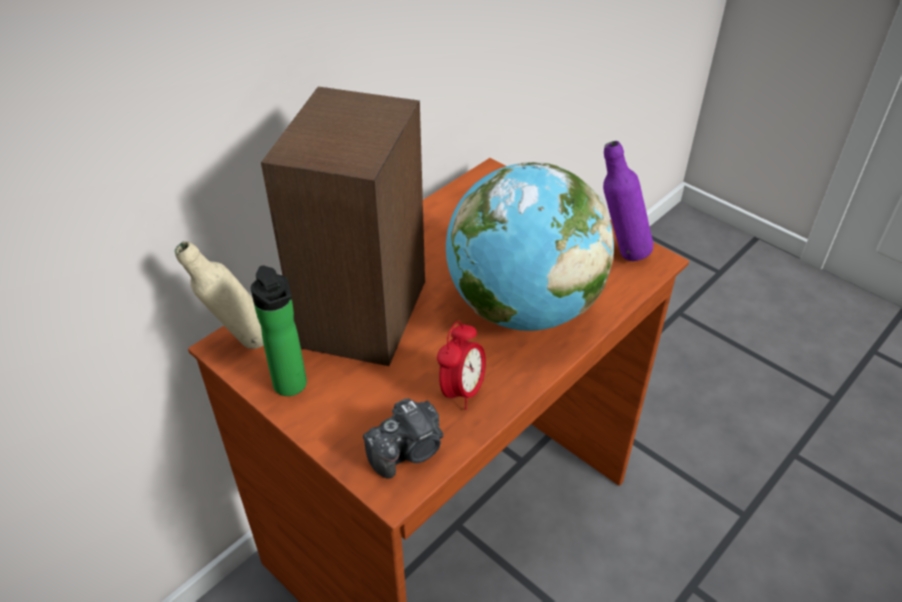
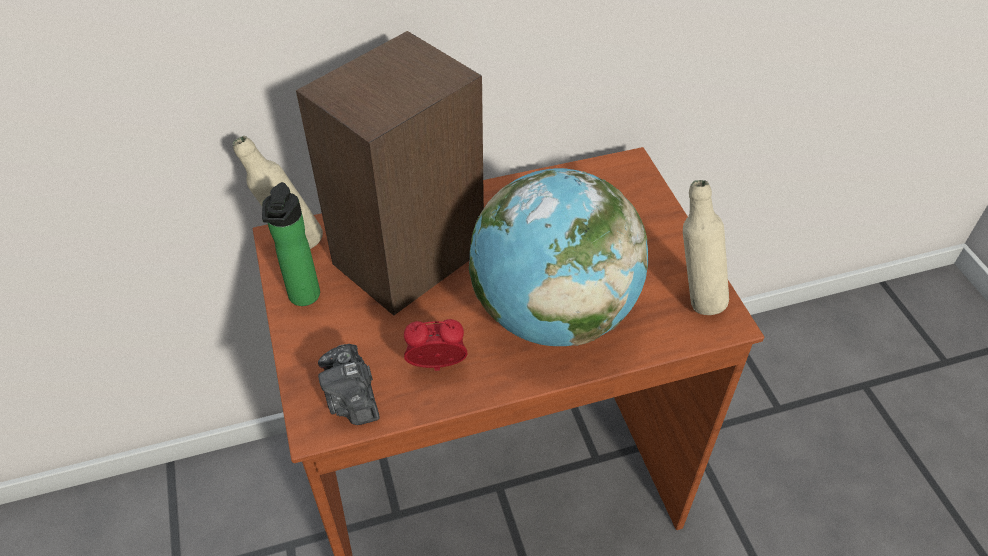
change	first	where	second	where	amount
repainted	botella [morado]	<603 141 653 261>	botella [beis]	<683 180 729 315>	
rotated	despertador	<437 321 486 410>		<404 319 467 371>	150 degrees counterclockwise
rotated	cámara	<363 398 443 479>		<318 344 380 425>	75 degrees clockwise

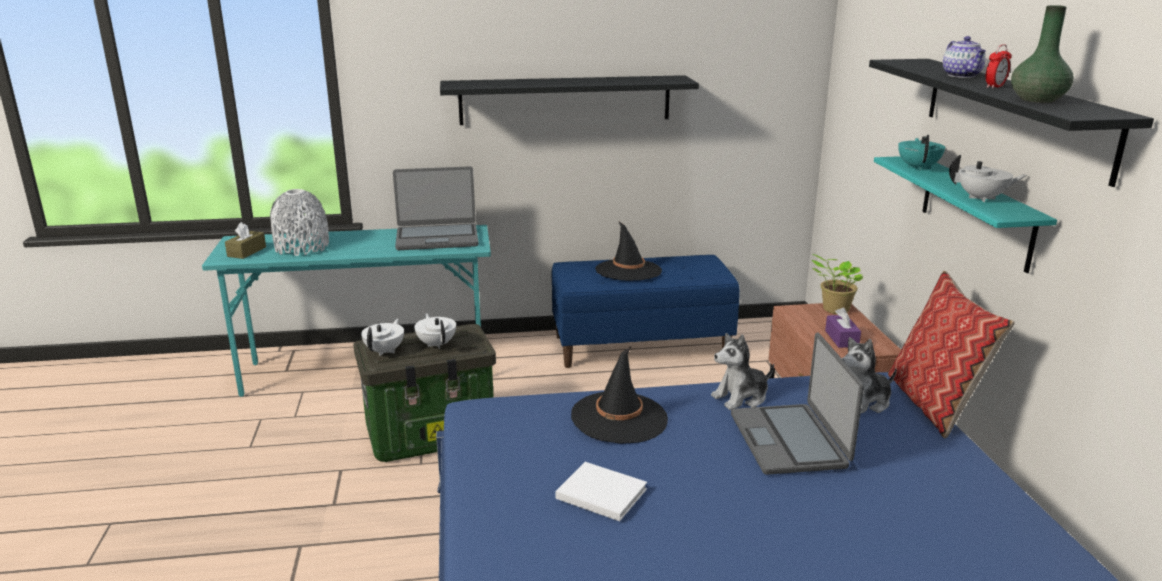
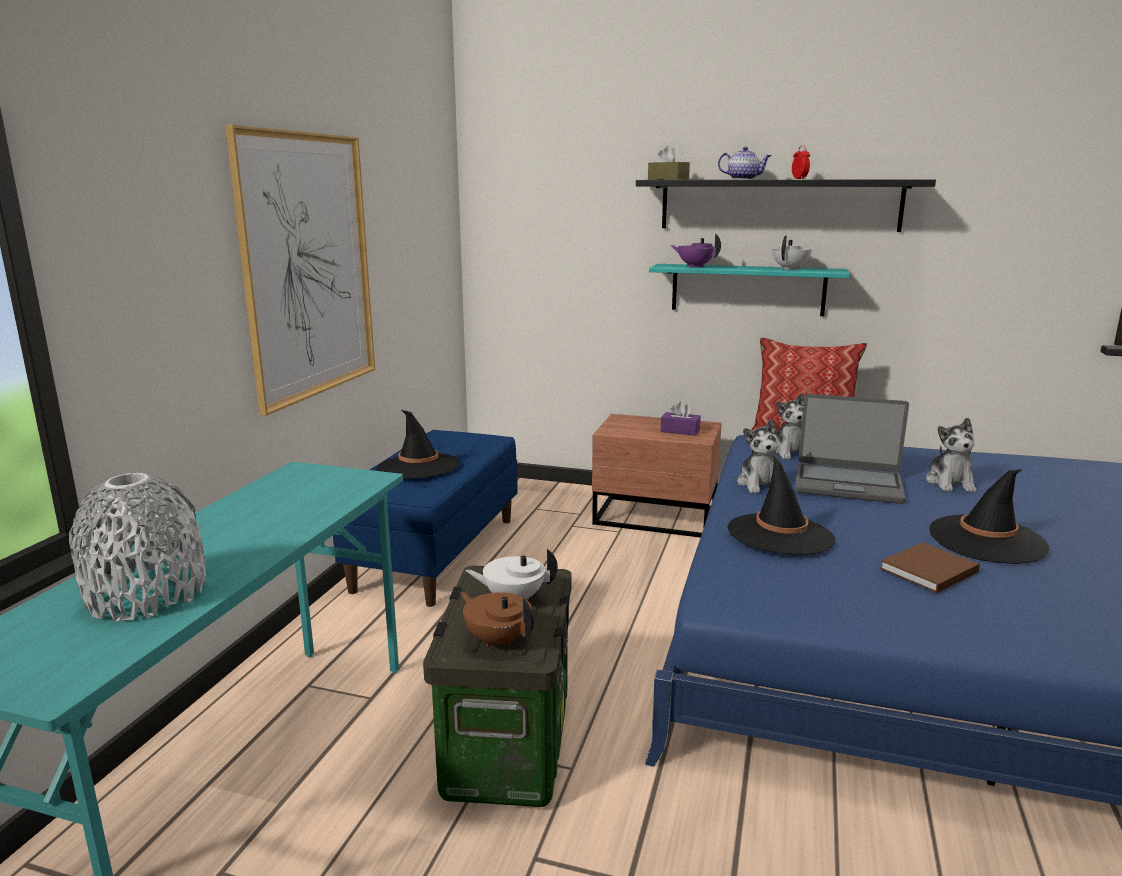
change	first	where	second	where	amount
gone	florero [verde]	<1011 5 1074 103>			
swapped	estante [negro]	<440 75 699 125>	cuadro	<225 125 375 416>	
repainted	tetera [turquesa]	<898 135 945 171>	tetera [morado]	<672 234 721 268>	
gone	portátil	<393 166 479 250>			
shifted	caja de pañuelos [marrón]	<225 222 266 259>		<648 146 690 180>	
gone	planta en maceta	<811 254 863 314>			
repainted	tetera [blanco]	<361 319 404 356>	tetera [marrón]	<460 592 534 648>	
repainted	libro [blanco]	<555 462 647 521>	libro [marrón]	<880 542 980 593>	
new			peluche	<926 418 977 492>	
new			sombrero [negro]	<930 470 1049 564>	

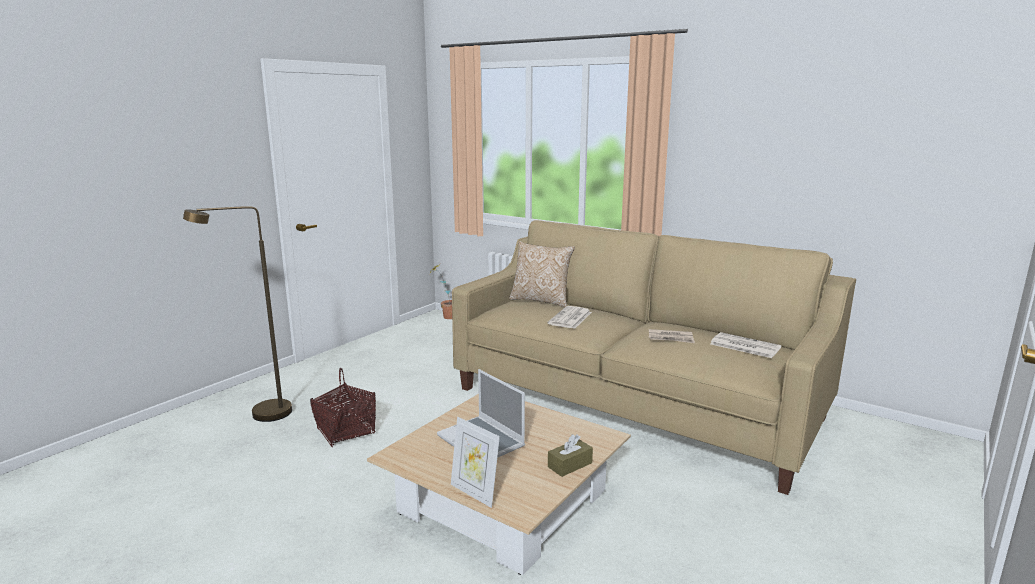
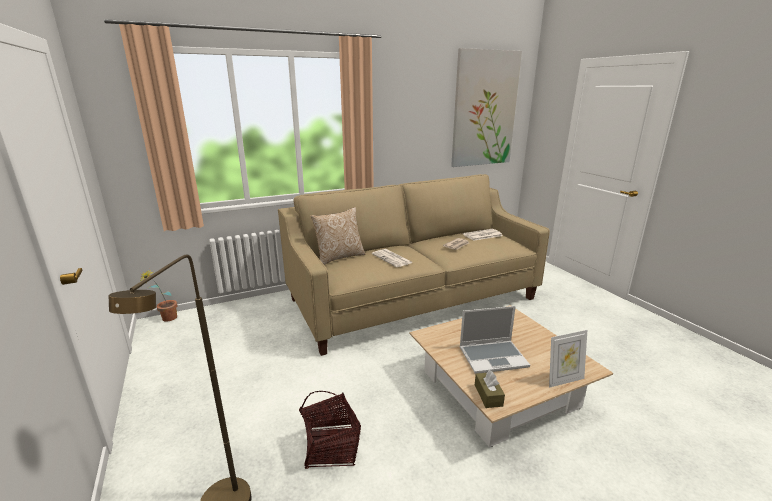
change	first	where	second	where	amount
shifted	caja de pañuelos [marrón]	<548 434 593 477>		<475 370 505 408>	
new			cuadro	<451 48 522 167>	

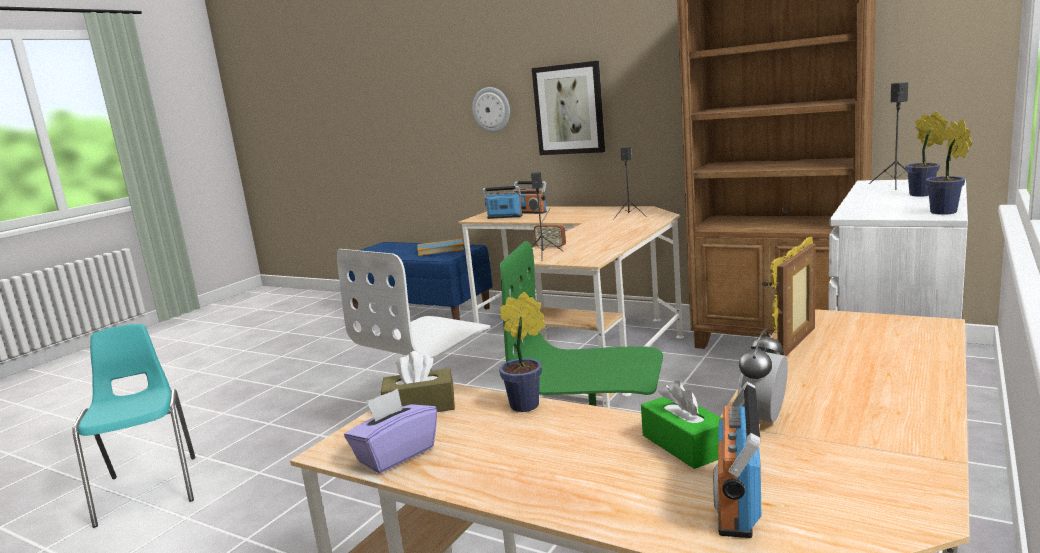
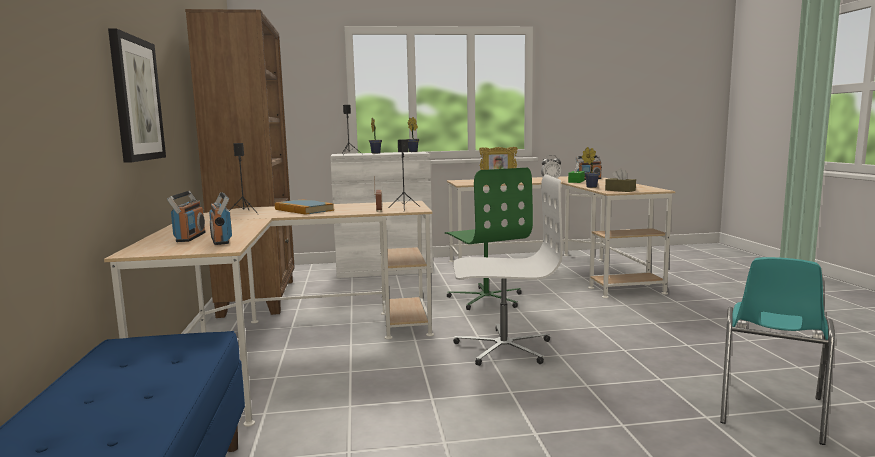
change	first	where	second	where	amount
gone	reloj de pared	<472 87 510 132>			
shifted	libro	<417 239 464 256>		<275 200 334 215>	
gone	caja de pañuelos [morado]	<344 388 437 473>			

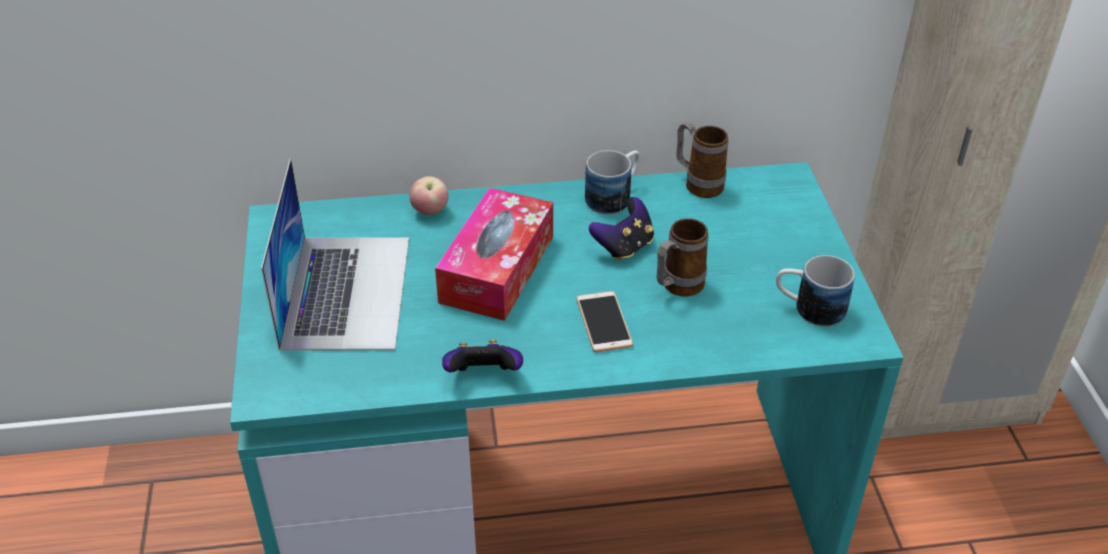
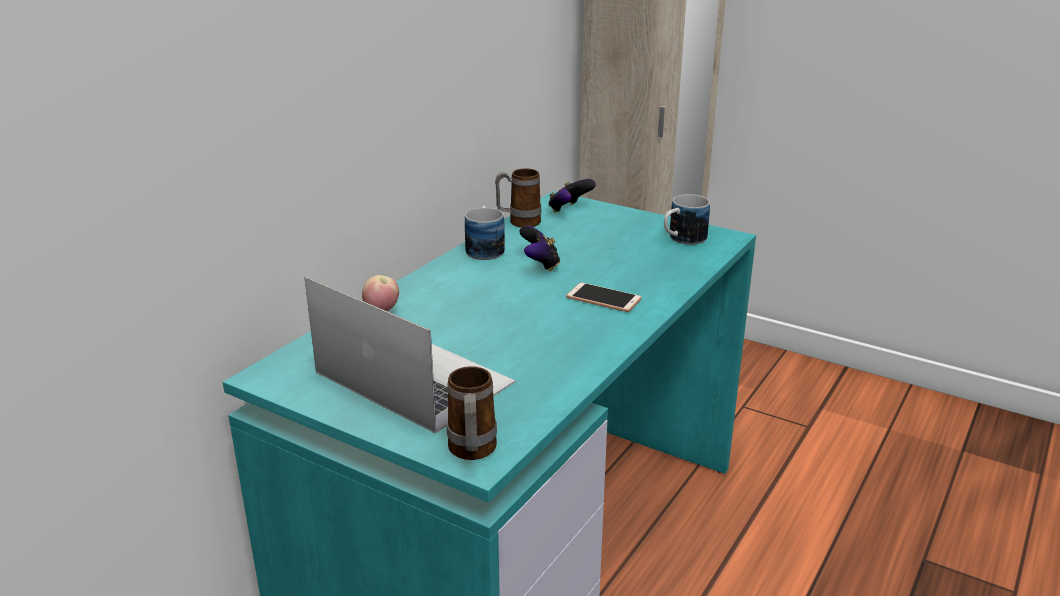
change	first	where	second	where	amount
gone	caja de pañuelos	<435 187 553 321>			
shifted	taza grande	<657 218 708 297>		<447 366 497 460>	
shifted	mando de consola	<442 340 523 372>		<548 179 596 213>	

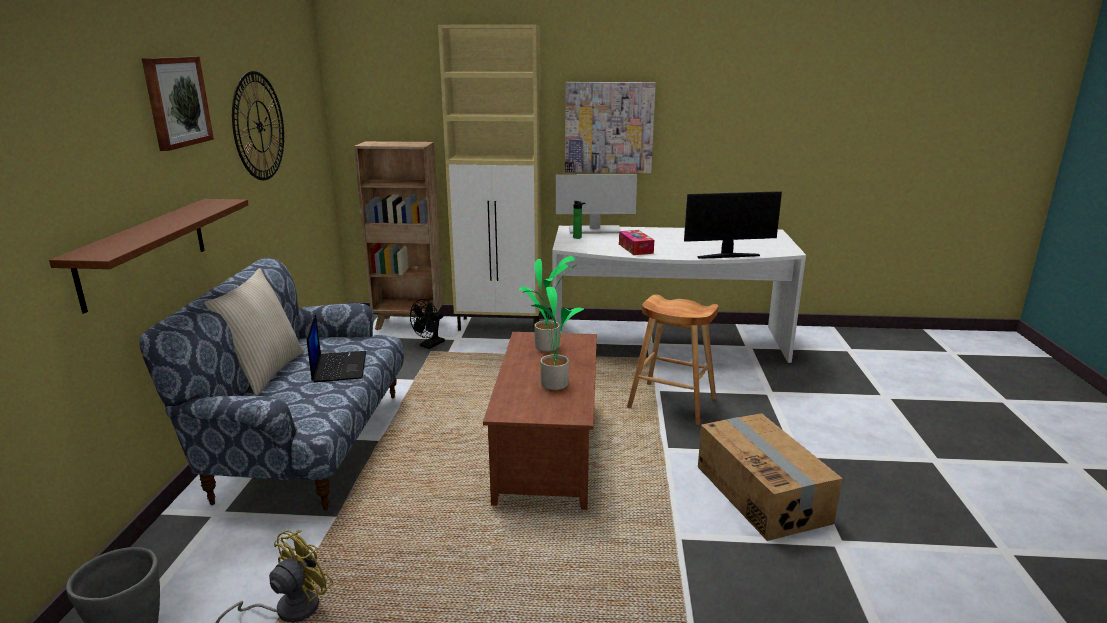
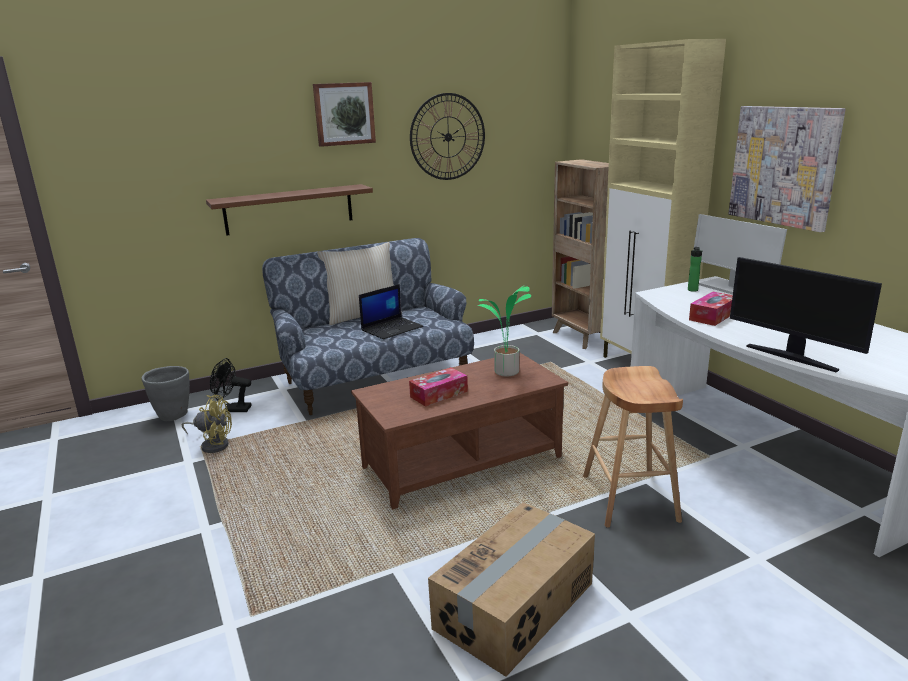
change	first	where	second	where	amount
swapped	planta en maceta	<521 286 584 390>	caja de pañuelos	<409 367 468 407>	
shifted	ventilador [negro]	<410 299 445 349>		<210 358 251 412>	

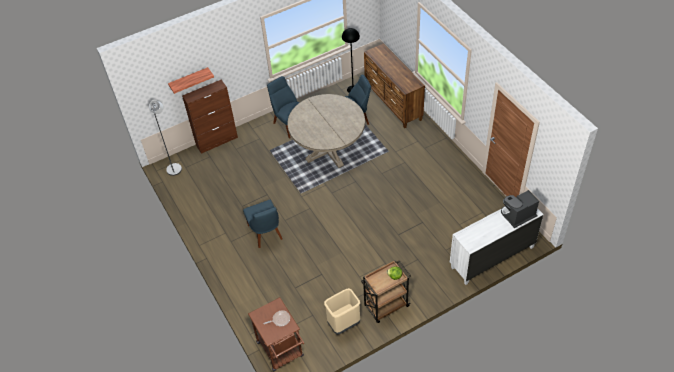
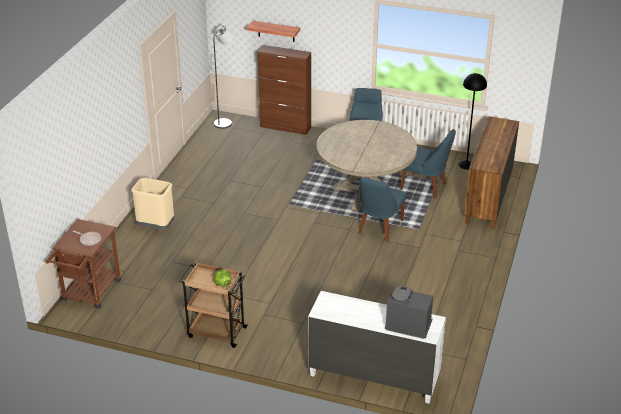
change	first	where	second	where	amount
shifted	silla [azul]	<243 200 282 248>		<358 177 406 242>	
shifted	papelera [beis]	<324 288 360 334>		<132 178 174 230>	

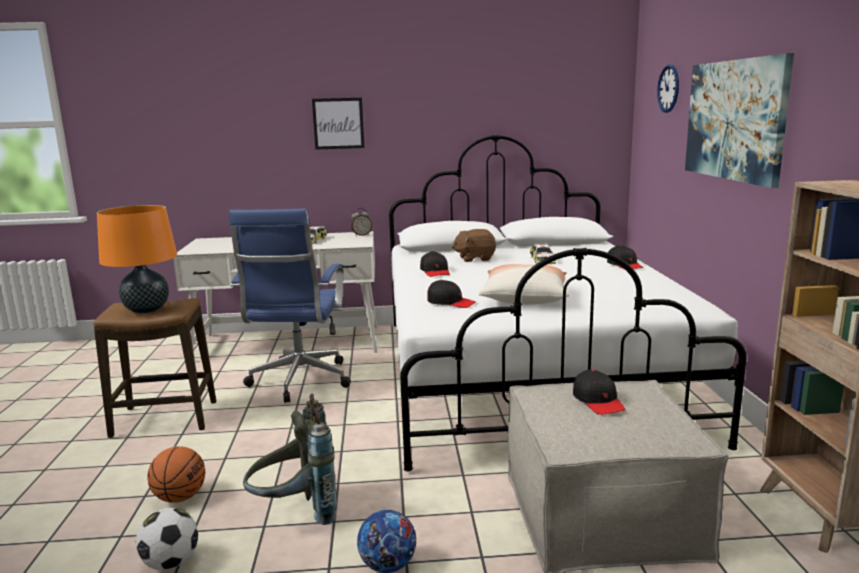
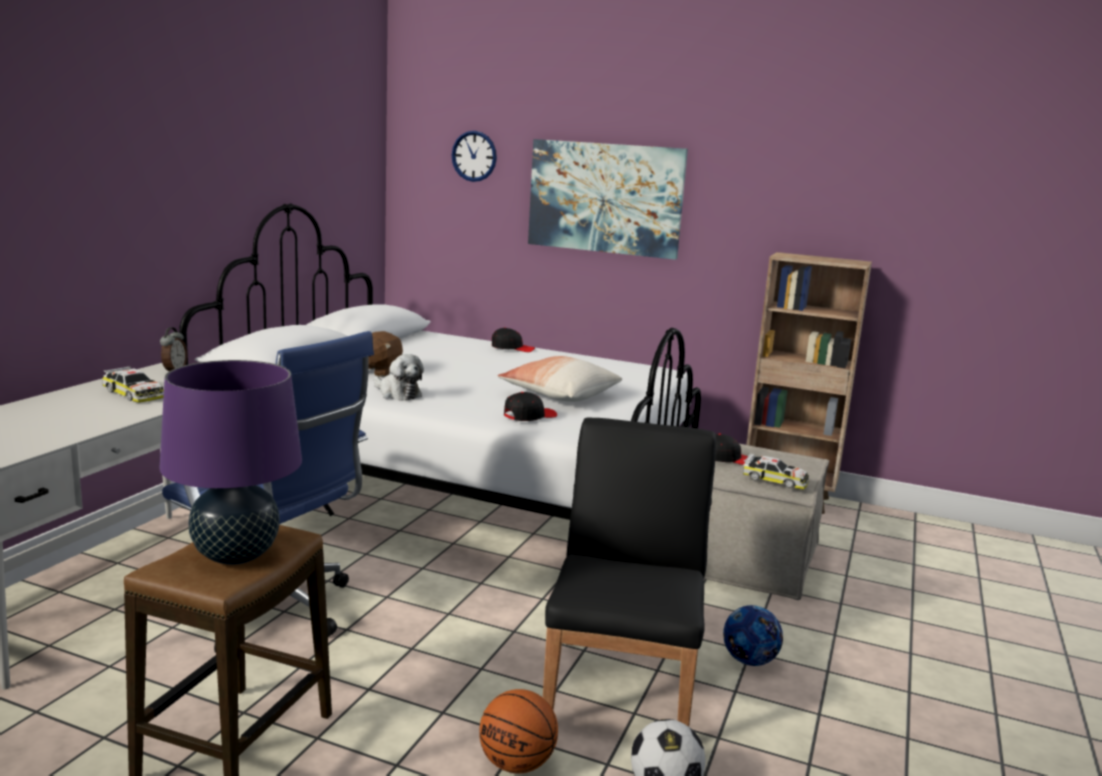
change	first	where	second	where	amount
gone	cuadro	<312 98 364 150>			
repainted	lámpara de mesa [naranja]	<97 205 177 314>	lámpara de mesa [morado]	<159 360 302 565>	
shifted	coche de juguete	<530 244 556 264>		<743 453 809 490>	
swapped	gorra [negro]	<420 251 450 277>	peluche	<374 354 424 401>	
swapped	mochila [gris]	<243 394 337 525>	silla [negro]	<543 418 716 726>	

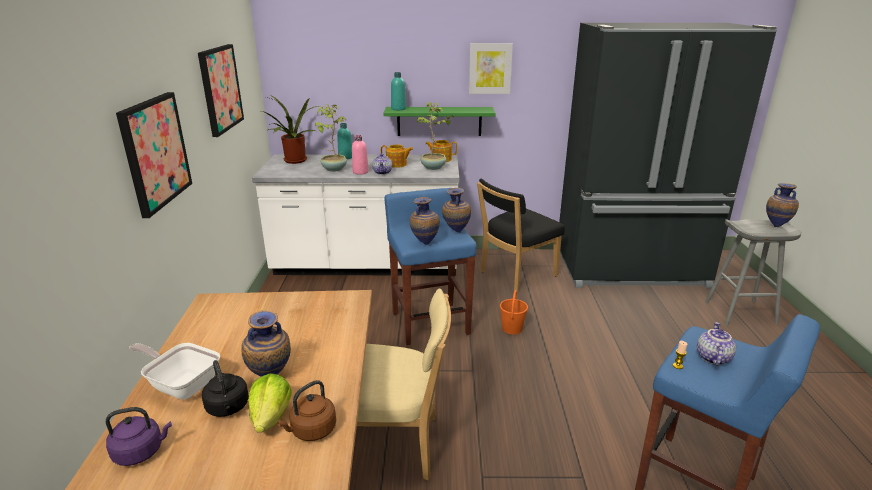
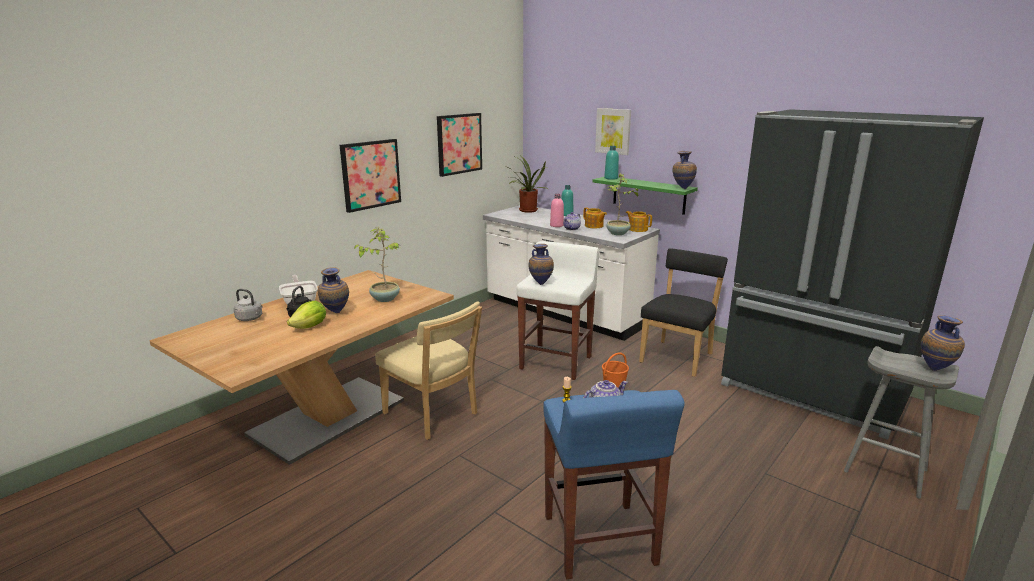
change	first	where	second	where	amount
shifted	cuadro	<469 44 513 94>		<595 108 631 155>	
shifted	planta en maceta	<315 104 347 172>		<354 227 400 302>	
rotated	silla [negro]	<477 178 565 292>		<639 248 728 377>	120 degrees clockwise
repainted	taburete [azul]	<384 188 476 345>	taburete [blanco]	<516 241 600 380>	
shifted	florero	<442 188 471 233>		<672 151 697 189>	
gone	hervidor [marrón]	<277 380 336 441>			
repainted	hervidor [morado]	<105 407 172 466>	hervidor [gris]	<234 289 262 321>	

